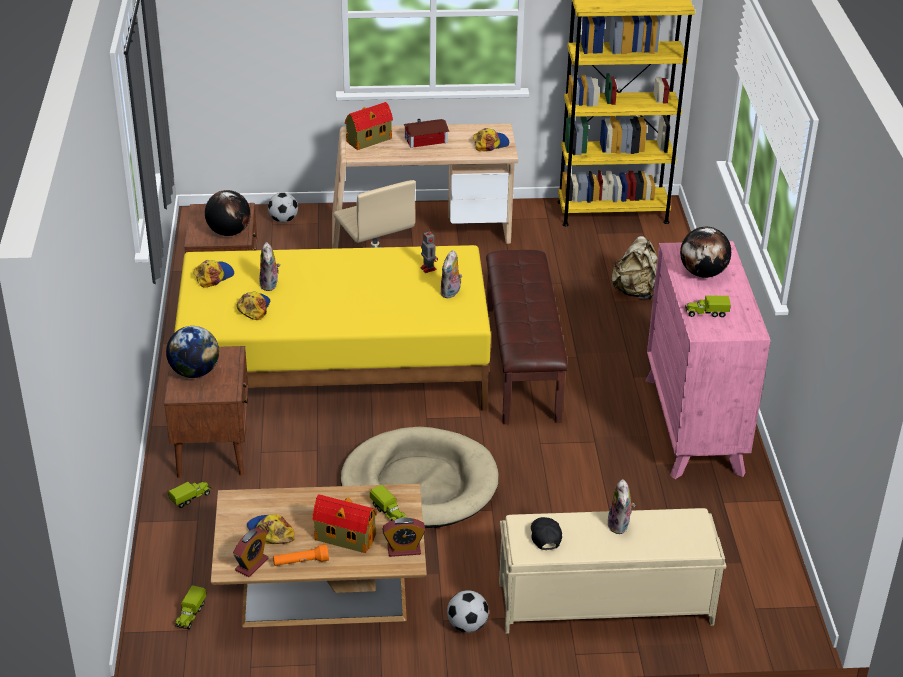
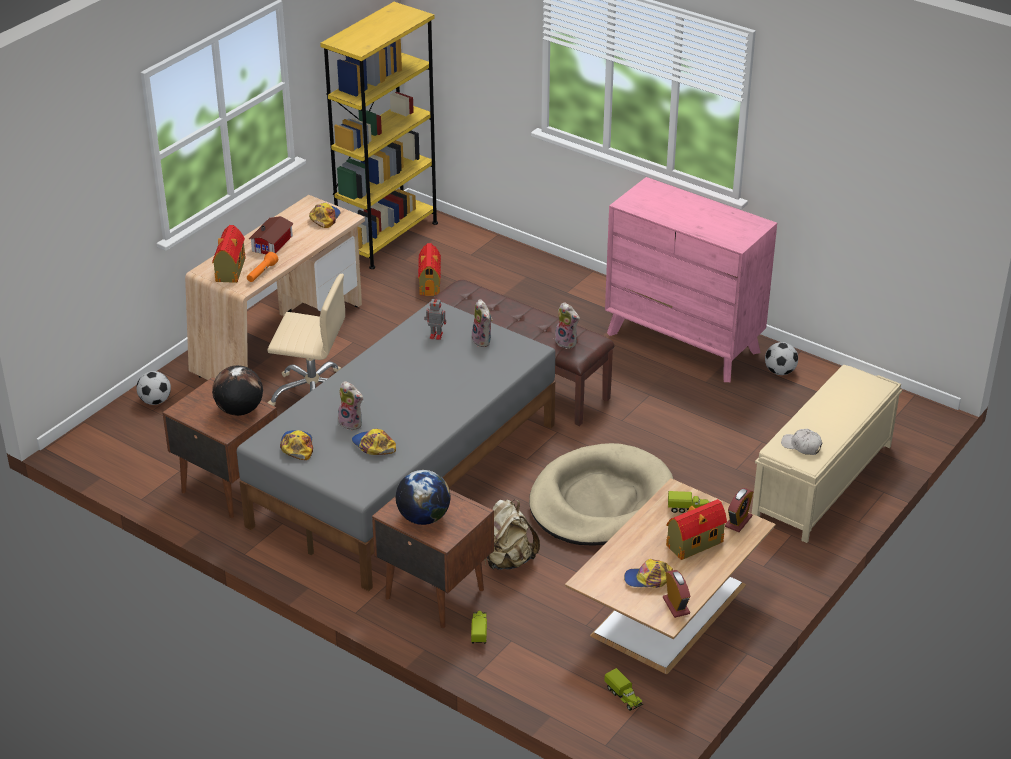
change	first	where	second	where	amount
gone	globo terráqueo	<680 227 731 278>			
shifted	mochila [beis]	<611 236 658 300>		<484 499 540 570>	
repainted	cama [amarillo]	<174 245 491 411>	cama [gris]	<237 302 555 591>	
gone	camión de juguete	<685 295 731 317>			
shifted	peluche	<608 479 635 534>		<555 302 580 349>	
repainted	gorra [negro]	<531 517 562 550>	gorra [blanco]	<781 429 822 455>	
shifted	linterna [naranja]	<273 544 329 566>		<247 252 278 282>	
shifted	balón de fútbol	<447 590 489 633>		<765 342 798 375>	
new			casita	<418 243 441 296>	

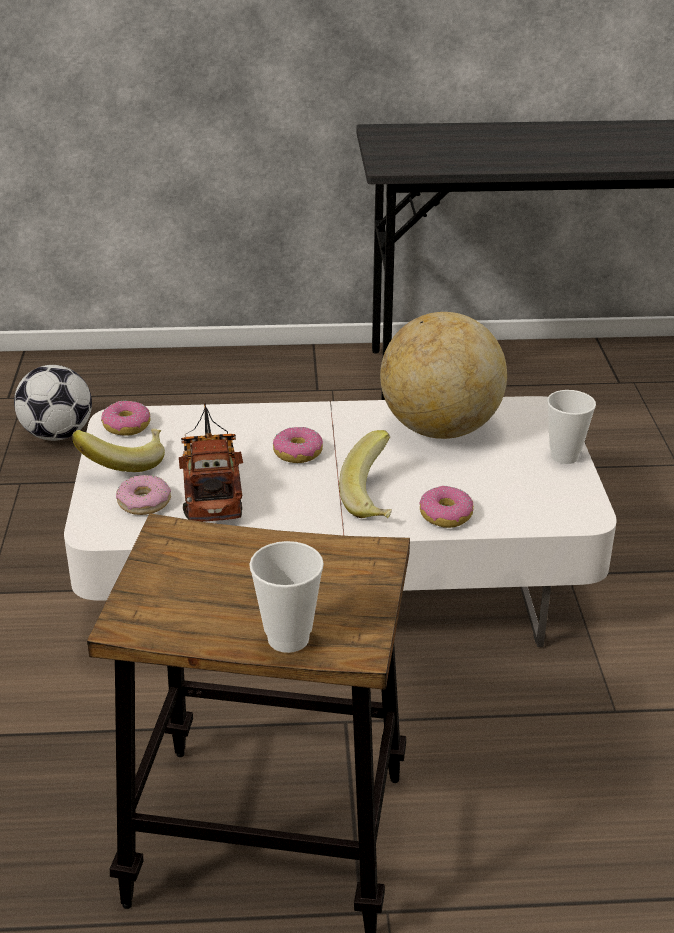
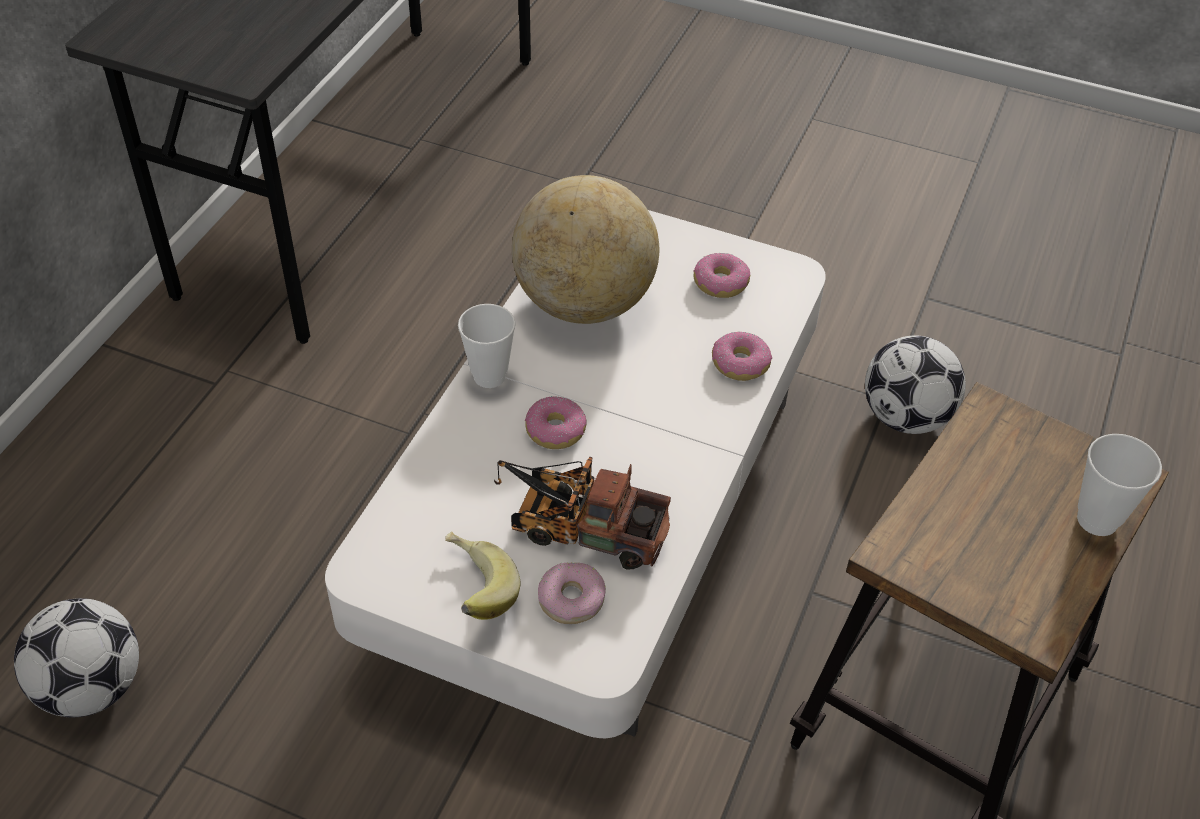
change	first	where	second	where	amount
shifted	taza	<547 390 596 464>		<458 304 516 388>	
shifted	rosquilla	<101 401 150 436>		<693 253 750 298>	
gone	plátano	<339 430 392 518>			
new			balón de fútbol	<865 335 966 434>	

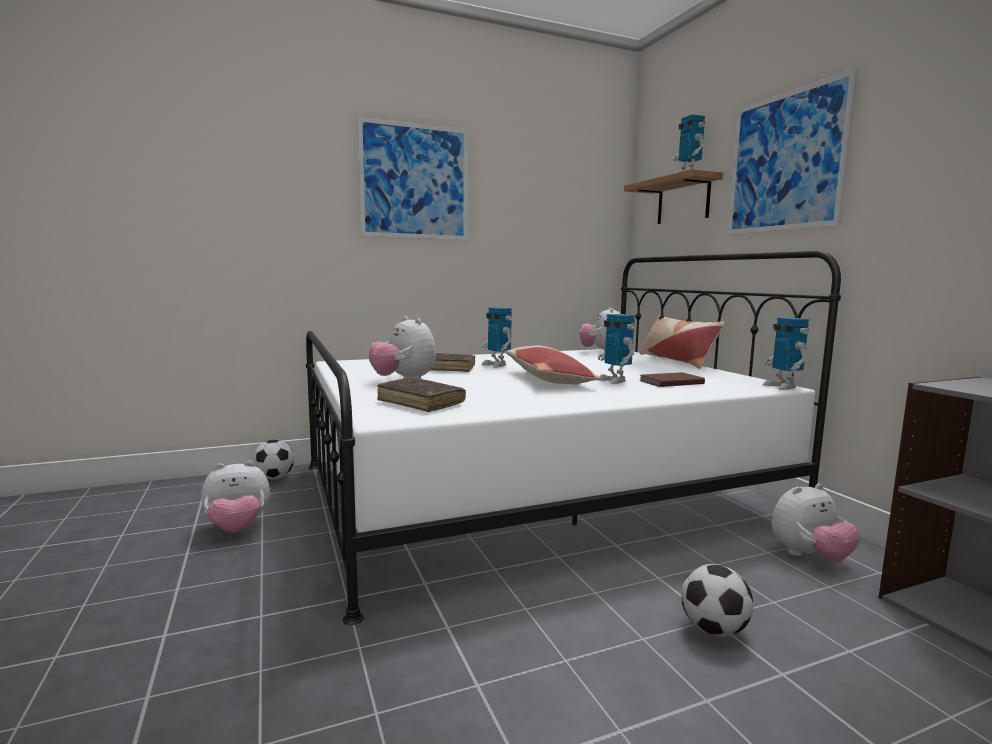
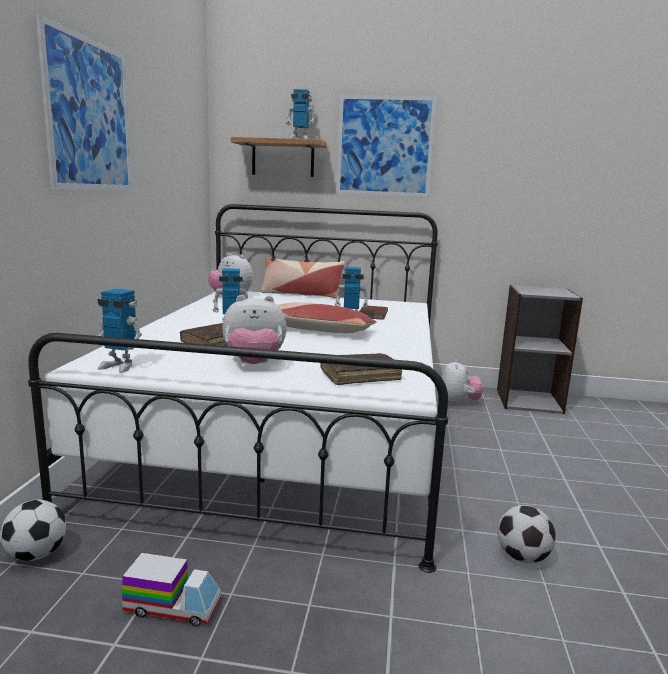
change	first	where	second	where	amount
shifted	robot de juguete	<763 318 809 390>		<95 289 142 373>	
swapped	peluche	<201 461 270 532>	camión de juguete	<122 553 221 627>	
shifted	balón de fútbol	<681 564 753 637>		<498 505 555 563>	

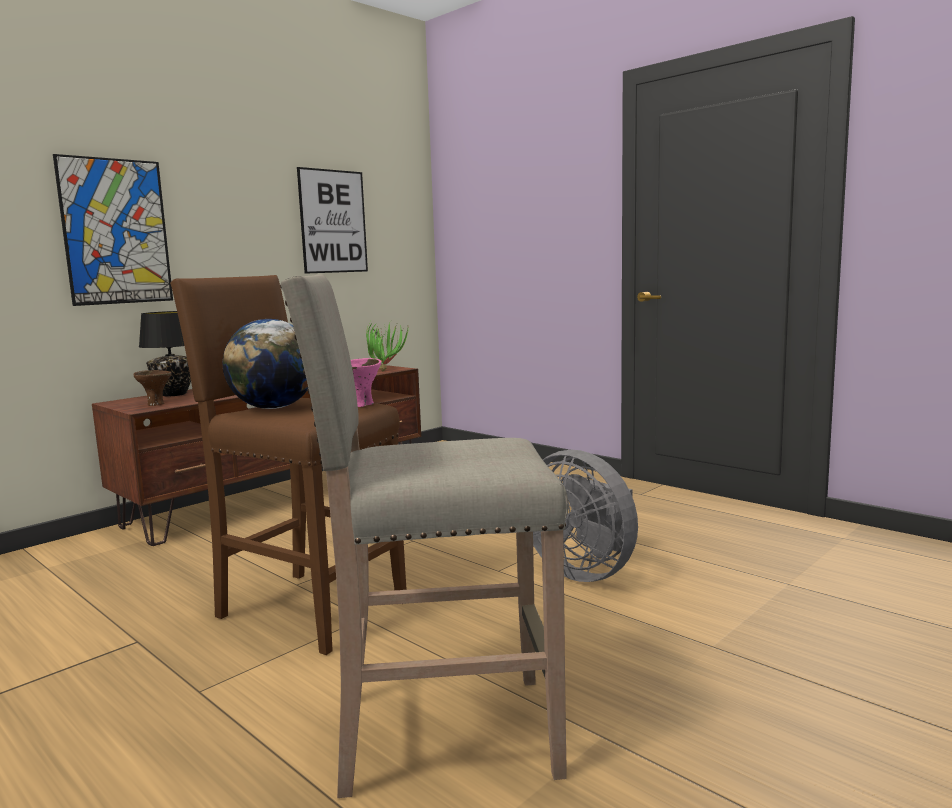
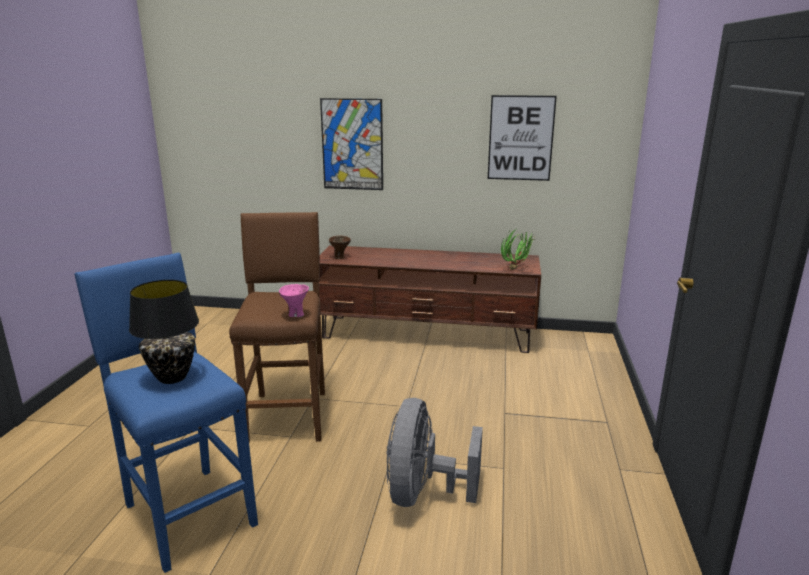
change	first	where	second	where	amount
repainted	taburete [beis]	<280 274 568 798>	taburete [azul]	<75 252 258 573>	
shifted	lámpara de mesa [negro]	<139 311 191 396>		<129 280 199 384>	
gone	globo terráqueo	<223 319 308 409>			

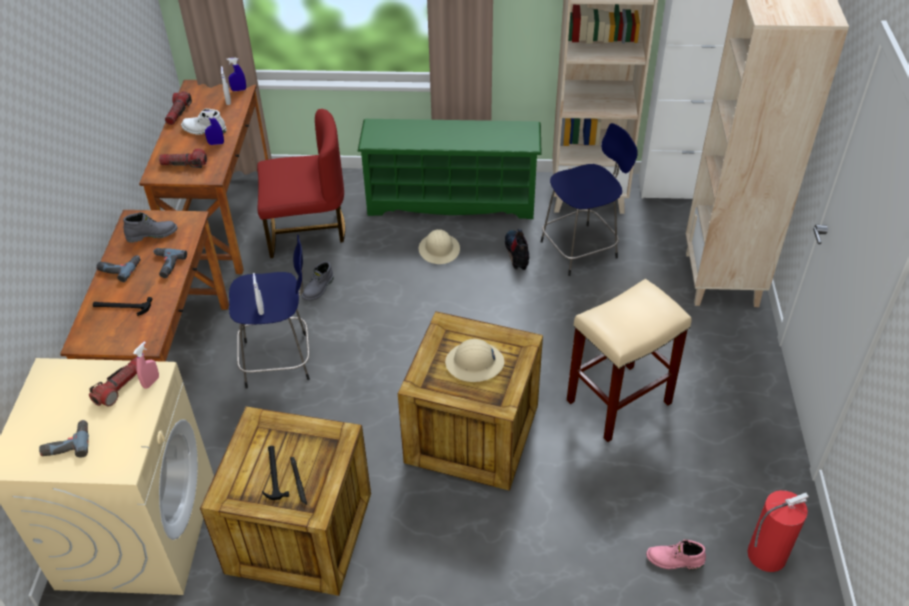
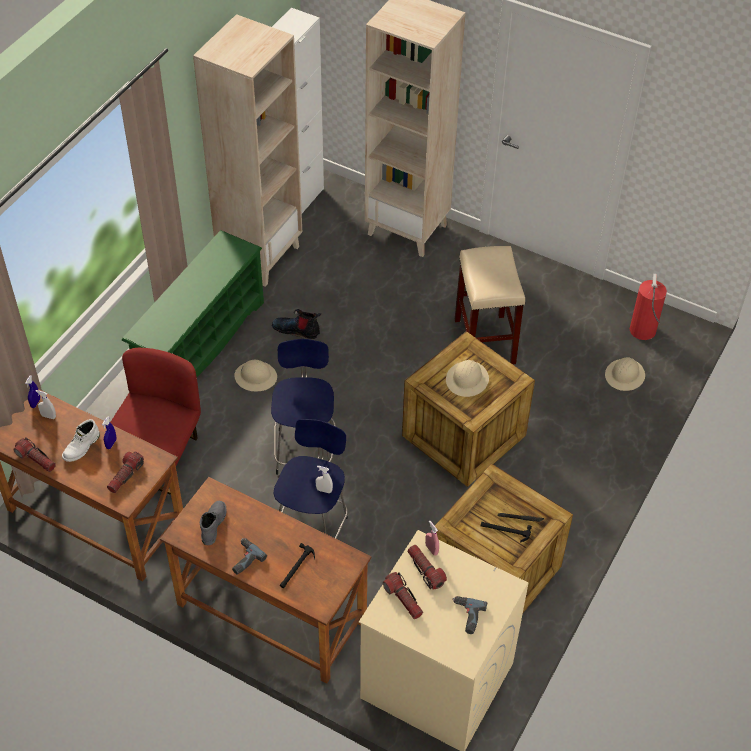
change	first	where	second	where	amount
shifted	taburete [azul]	<541 123 638 276>		<271 339 336 475>	
gone	taladro	<153 248 187 278>			
gone	bota [gris]	<302 261 334 301>			
swapped	bota [rosa]	<646 539 706 569>	casco [beis]	<605 357 645 391>	
new			linterna	<383 572 423 619>	

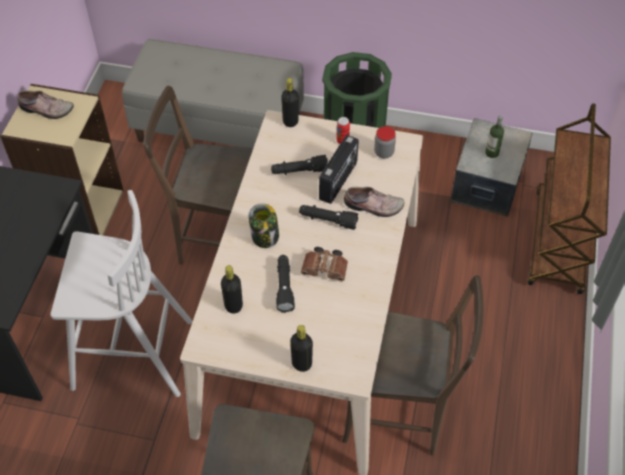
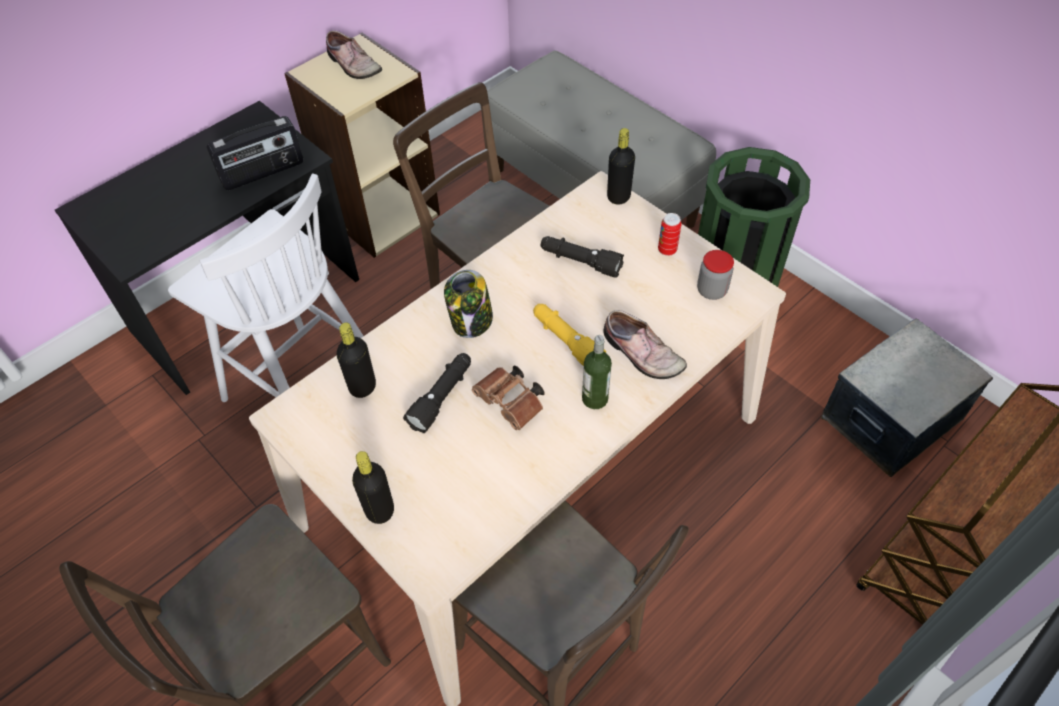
change	first	where	second	where	amount
shifted	botella	<485 115 504 158>		<582 335 612 409>	
shifted	radio	<319 135 359 204>		<207 116 304 190>	
repainted	linterna [negro]	<299 205 358 230>	linterna [amarillo]	<533 304 606 366>	

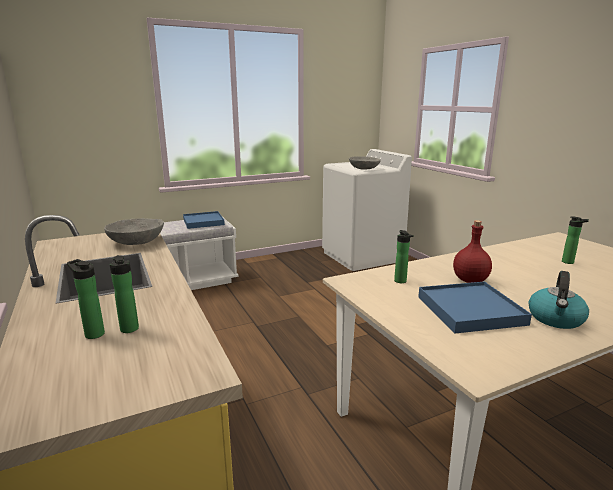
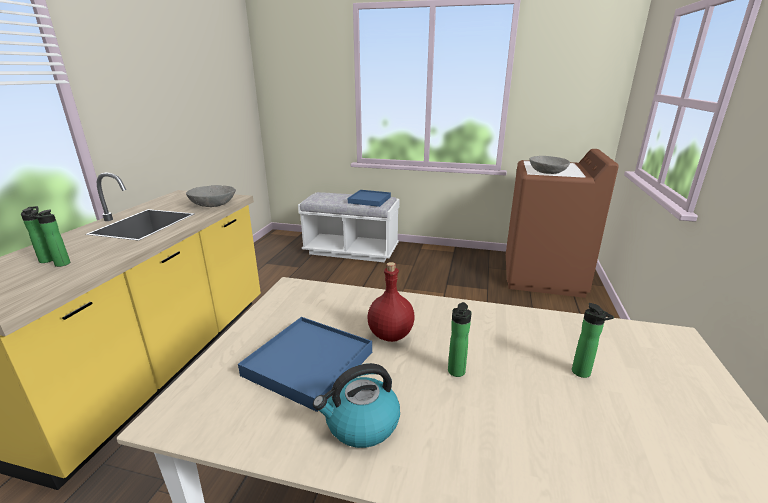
change	first	where	second	where	amount
repainted	lavadora [blanco]	<322 149 412 271>	lavadora [marrón]	<506 149 619 298>	
shifted	botella	<394 230 414 283>		<448 302 472 377>	

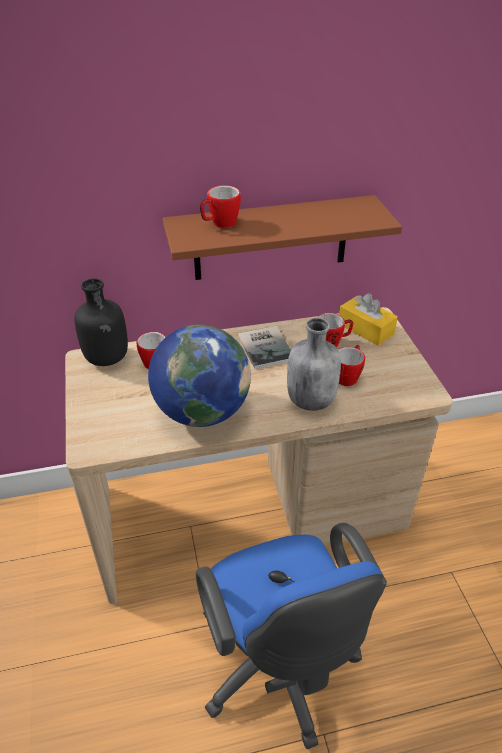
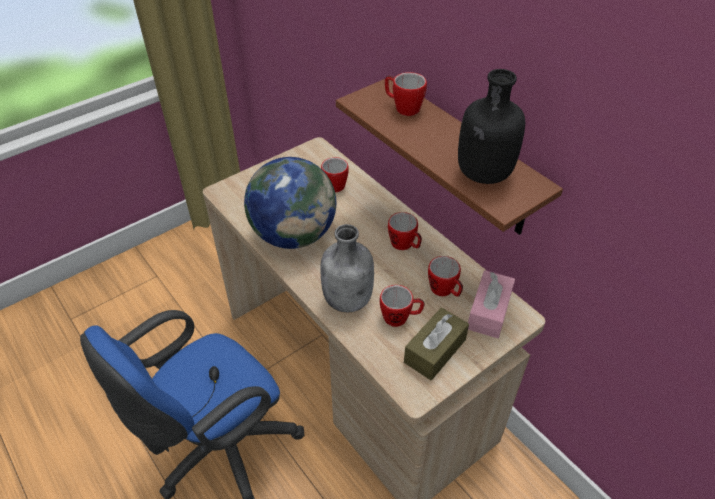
change	first	where	second	where	amount
shifted	botella [negro]	<74 278 128 366>		<458 69 525 184>	
repainted	caja de pañuelos [amarillo]	<339 293 398 346>	caja de pañuelos [rosa]	<468 270 515 338>	
swapped	libro	<238 326 291 369>	taza grande	<388 212 422 250>	
new			caja de pañuelos [marrón]	<404 308 469 380>	

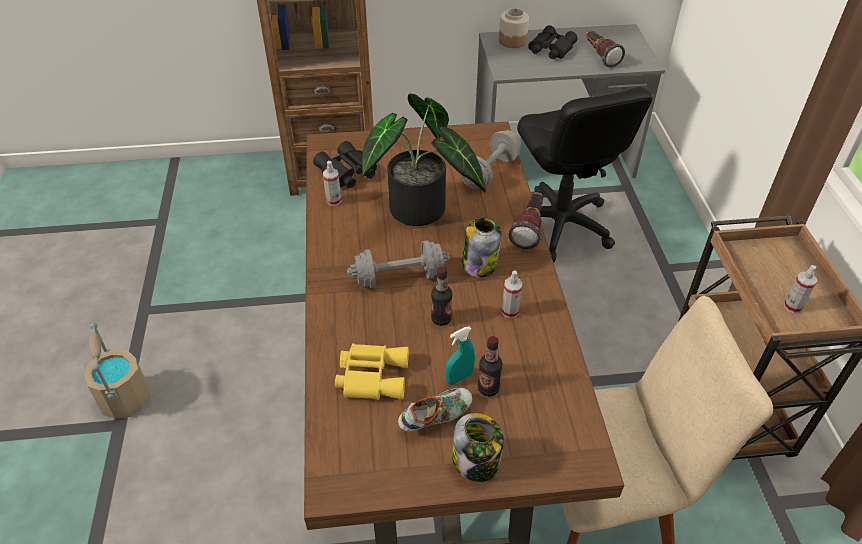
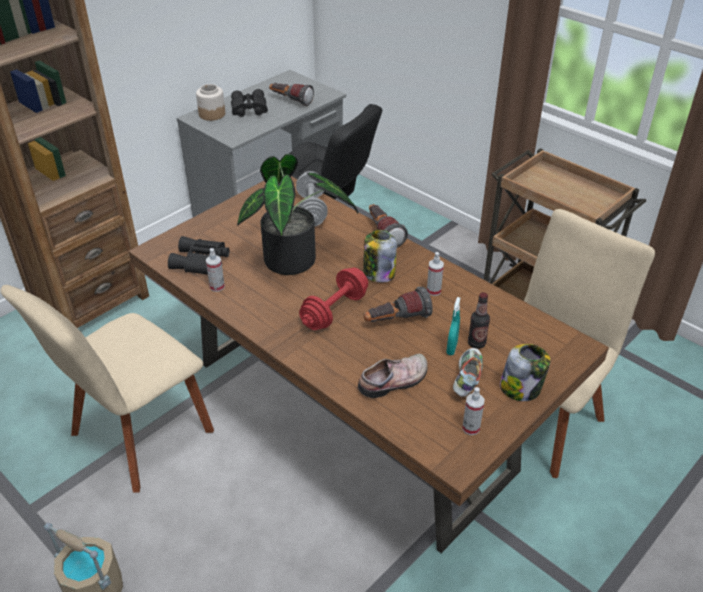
change	first	where	second	where	amount
repainted	mancuerna [gris]	<347 241 450 288>	mancuerna [rojo]	<299 267 368 330>	
shifted	pulverizador	<784 265 817 313>		<462 387 484 435>	
swapped	botella	<431 267 452 326>	linterna	<364 286 433 322>	
swapped	prismáticos [amarillo]	<335 343 409 400>	zapato	<358 354 428 398>	
new			silla [beis]	<1 285 214 493>	

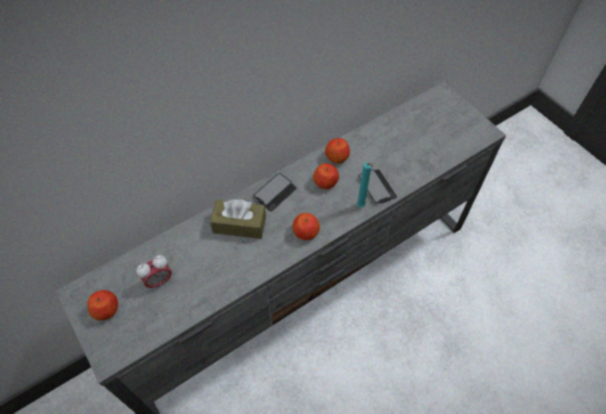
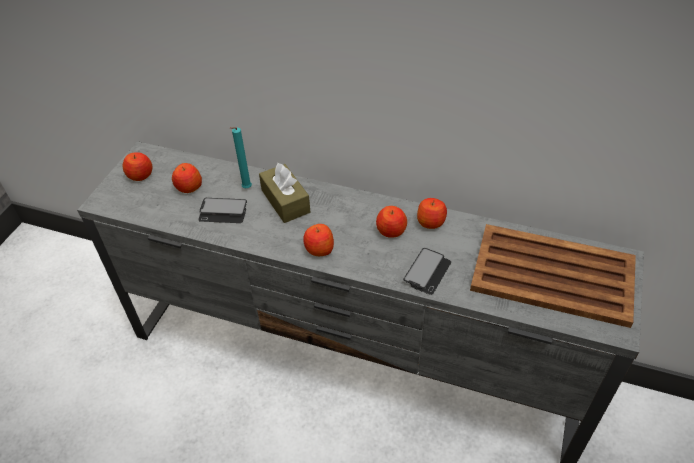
change	first	where	second	where	amount
shifted	vela [turquesa]	<357 162 373 207>		<230 127 252 188>	
shifted	móvil	<253 173 297 211>		<198 198 247 223>	
swapped	despertador	<136 255 172 290>	manzana	<172 163 202 193>	
new			bandeja [marrón]	<470 224 636 328>	

